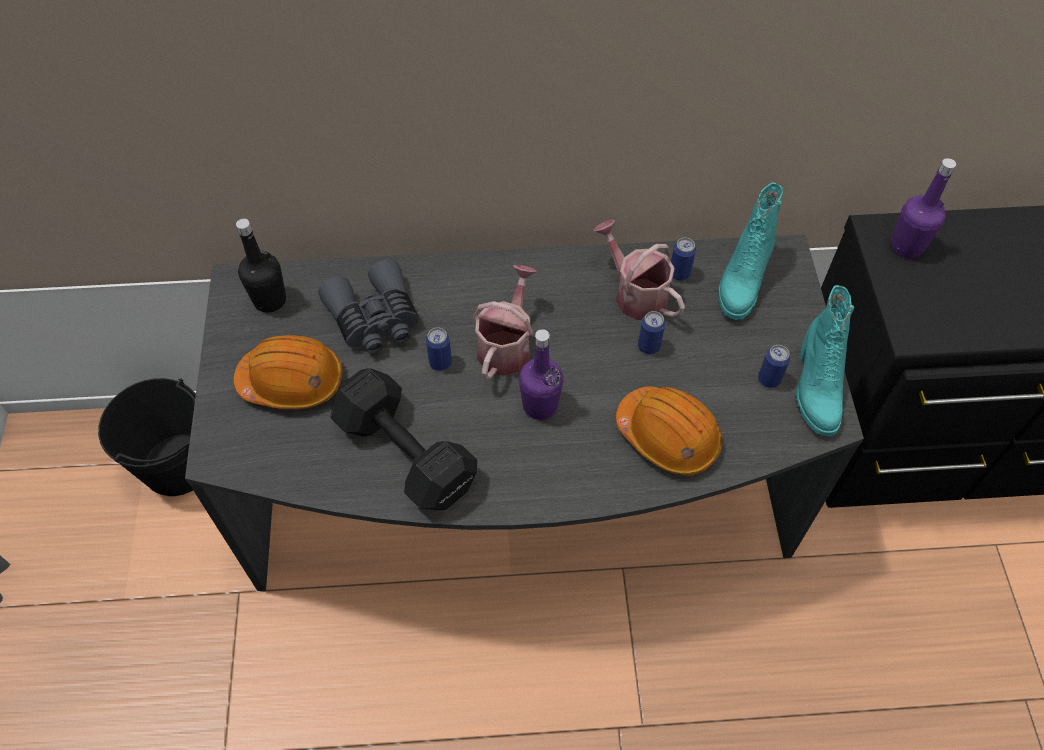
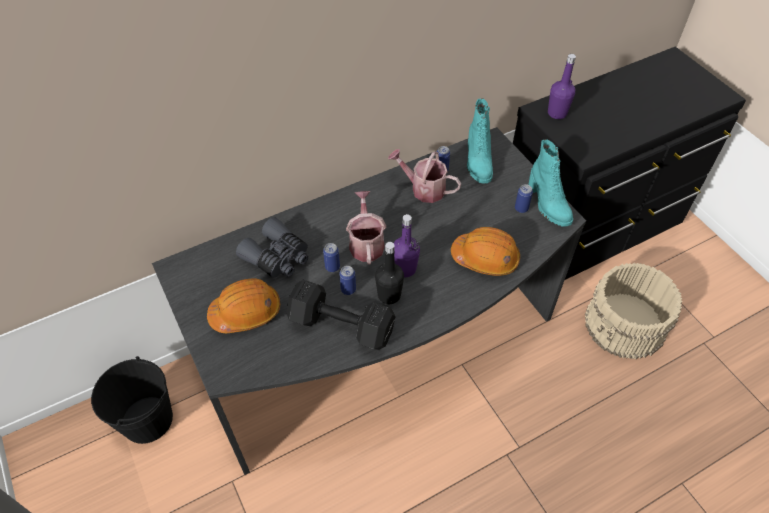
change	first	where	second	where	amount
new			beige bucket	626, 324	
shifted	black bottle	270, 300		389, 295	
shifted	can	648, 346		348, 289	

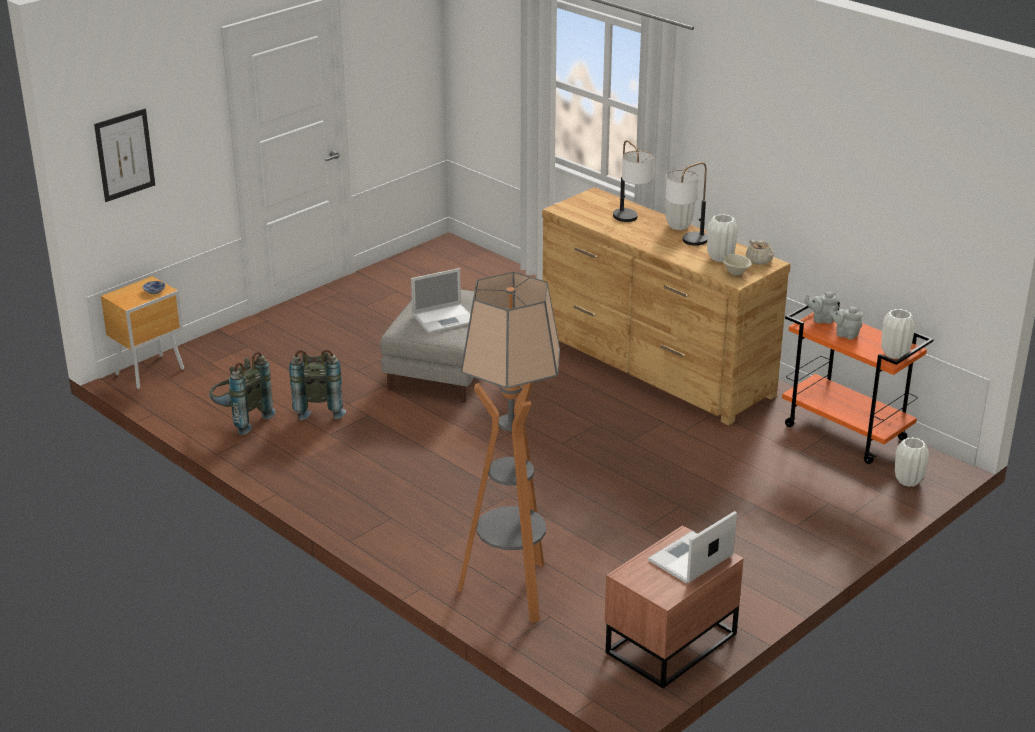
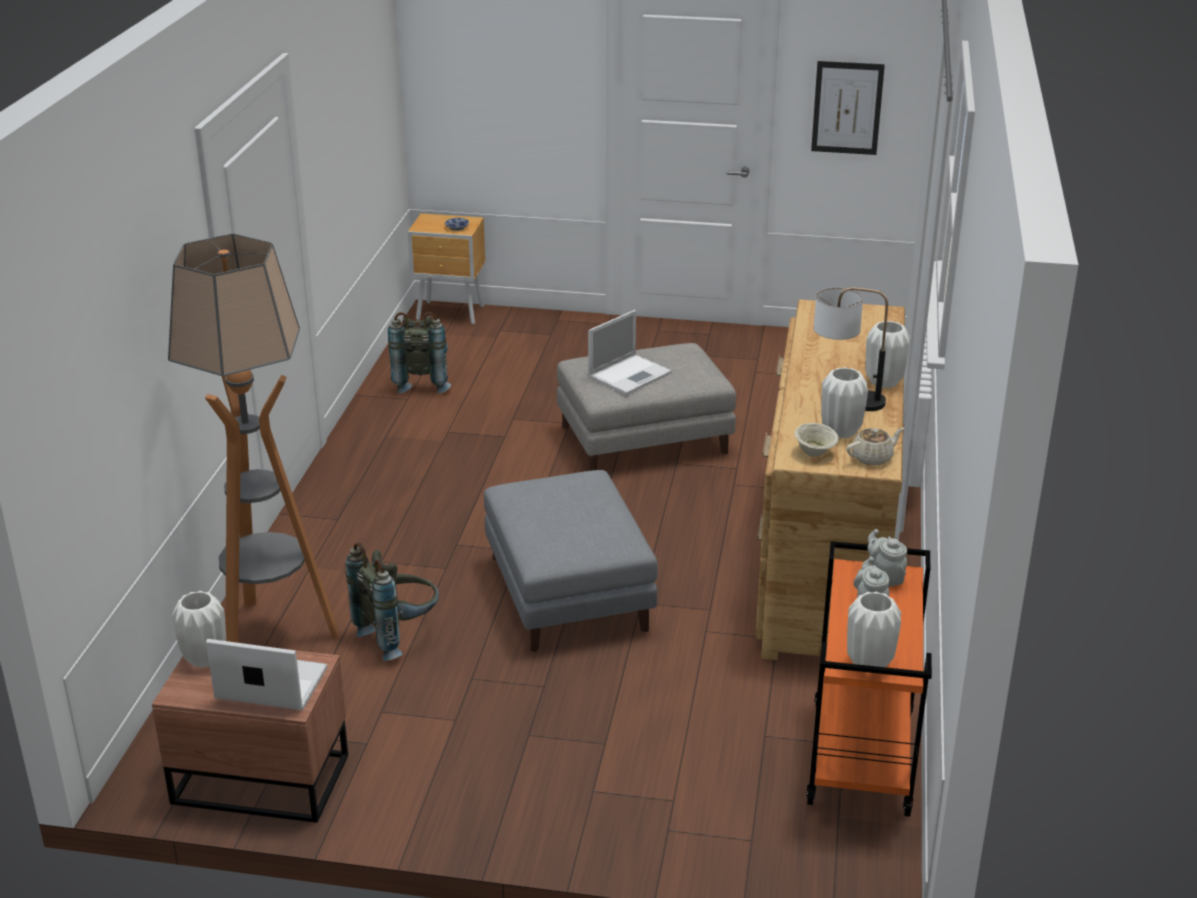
change	first	where	second	where	amount
gone	table lamp	631, 221			
new			grey ottoman	567, 593	
shifted	picture	124, 155		847, 108	
shifted	grey backpack	319, 408		398, 635	
shifted	white vase	908, 481		204, 659	
rotated	laptop	445, 318		630, 374	75 degrees counterclockwise
rotated	beige teapot	759, 261		873, 458	150 degrees counterclockwise

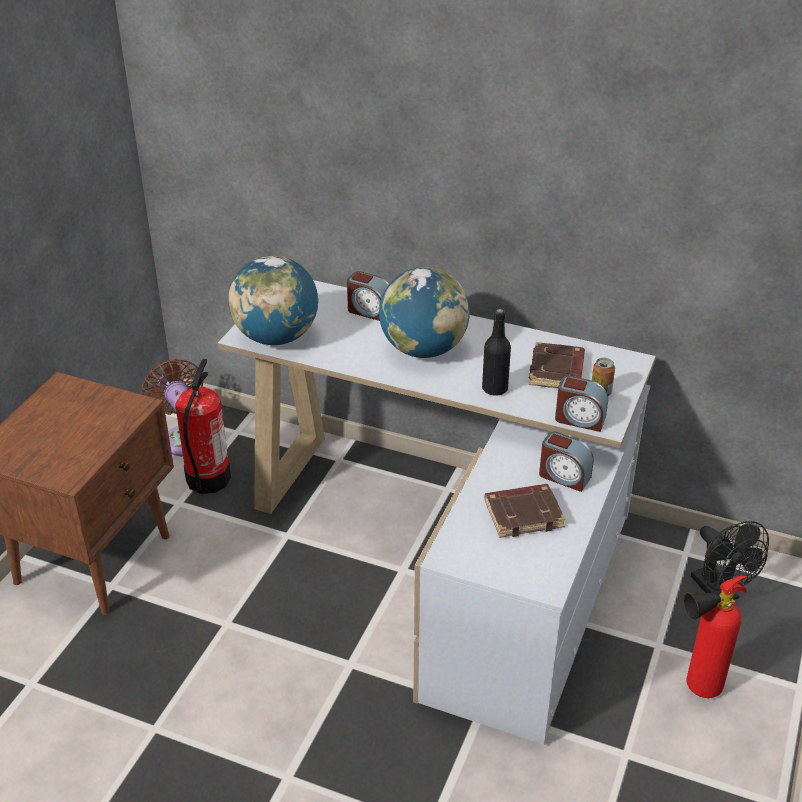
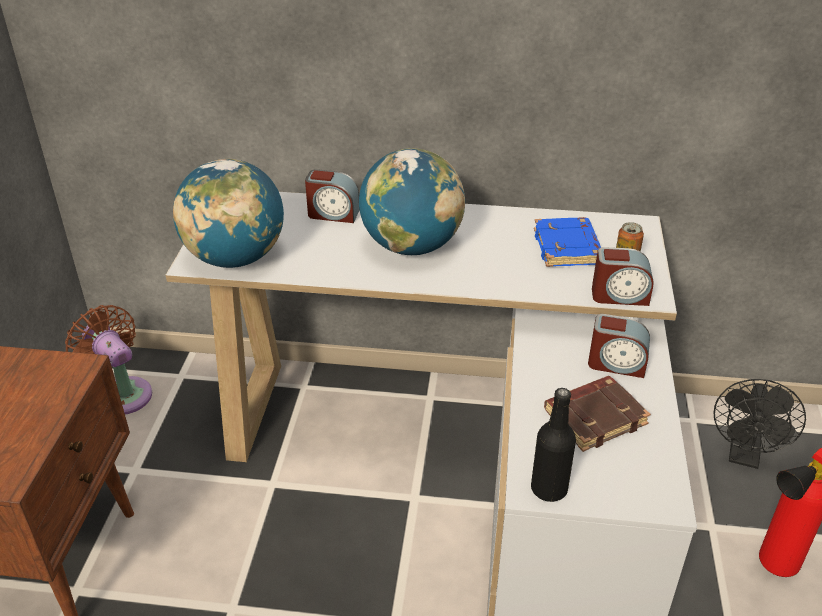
change	first	where	second	where	amount
gone	fire extinguisher	207, 479			
shifted	black bottle	494, 389		549, 489	
repainted	brown book	557, 372	blue book	568, 248	
rotated	black fan	720, 593		744, 455	60 degrees clockwise

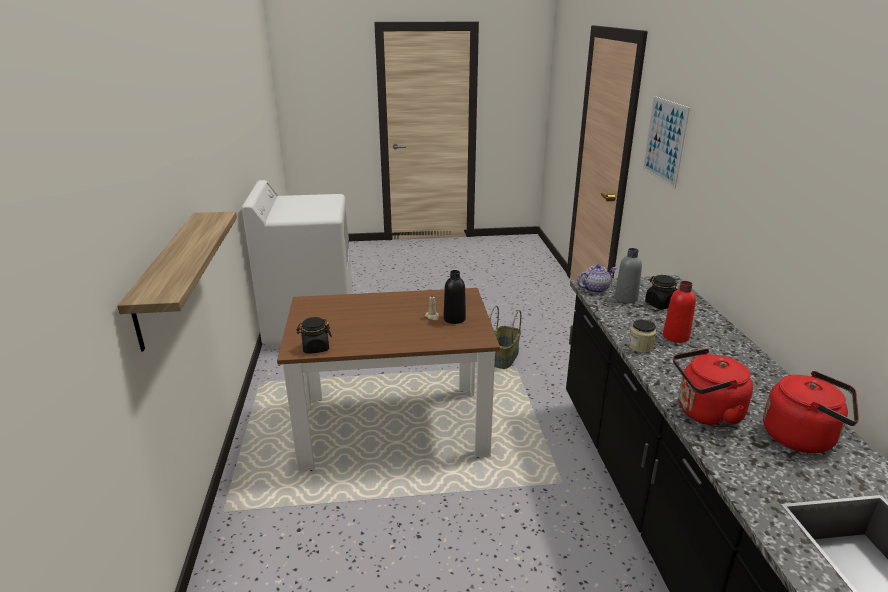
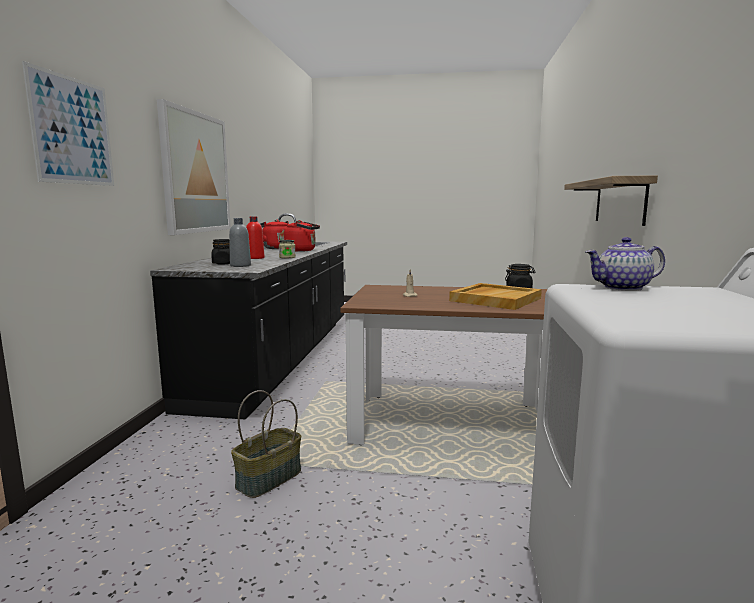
change	first	where	second	where	amount
gone	black bottle	454, 319			
new			picture	195, 173	
new			beige tray	495, 299	
shifted	teapot	595, 289		622, 288	

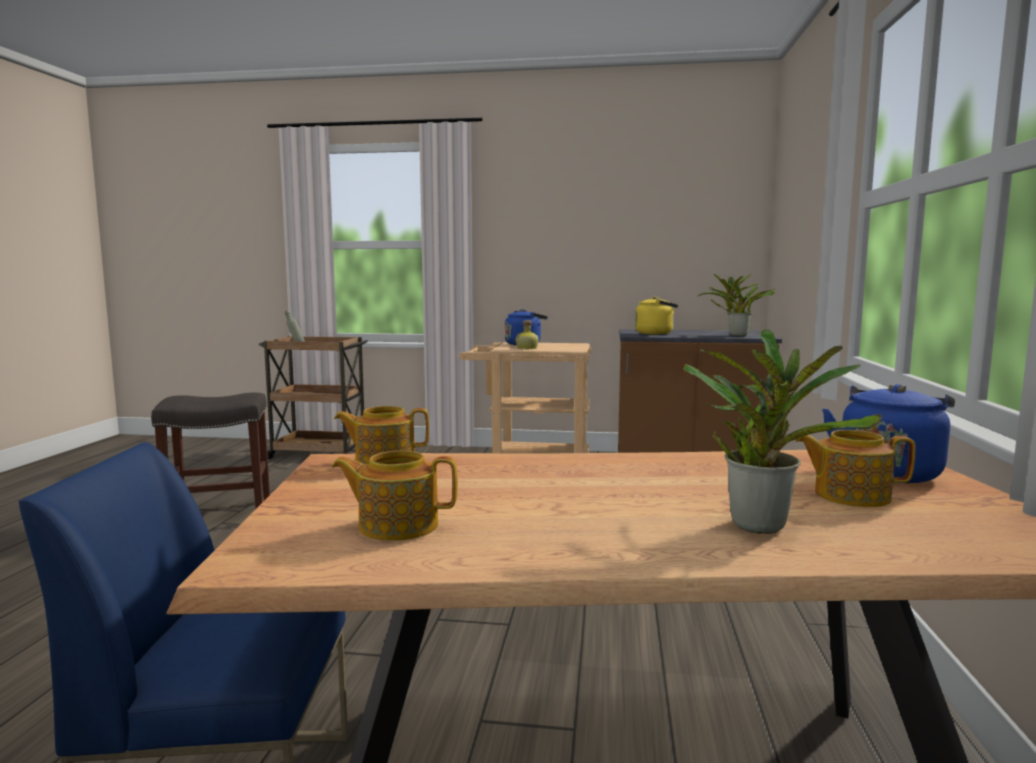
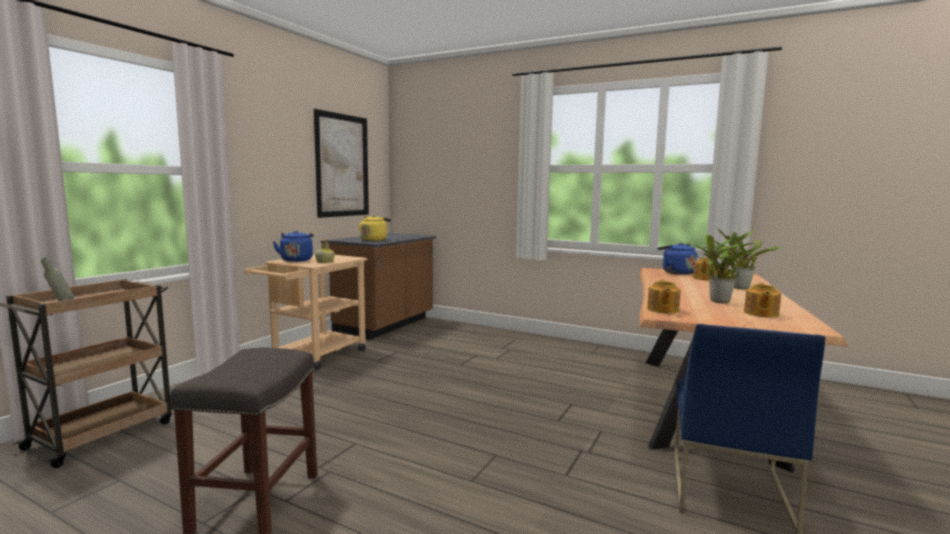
change	first	where	second	where	amount
new			picture	342, 165	
shifted	potted plant	735, 335		717, 301	

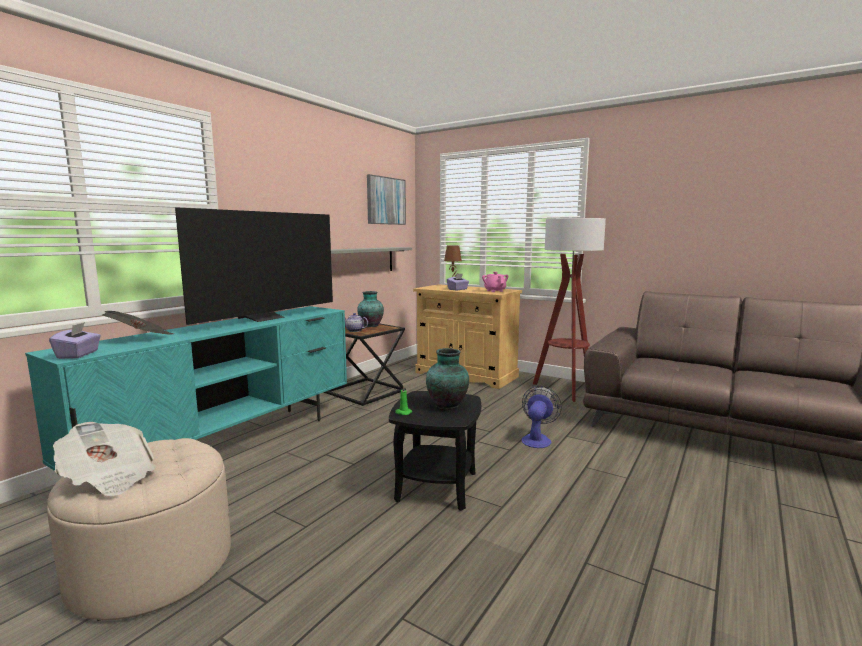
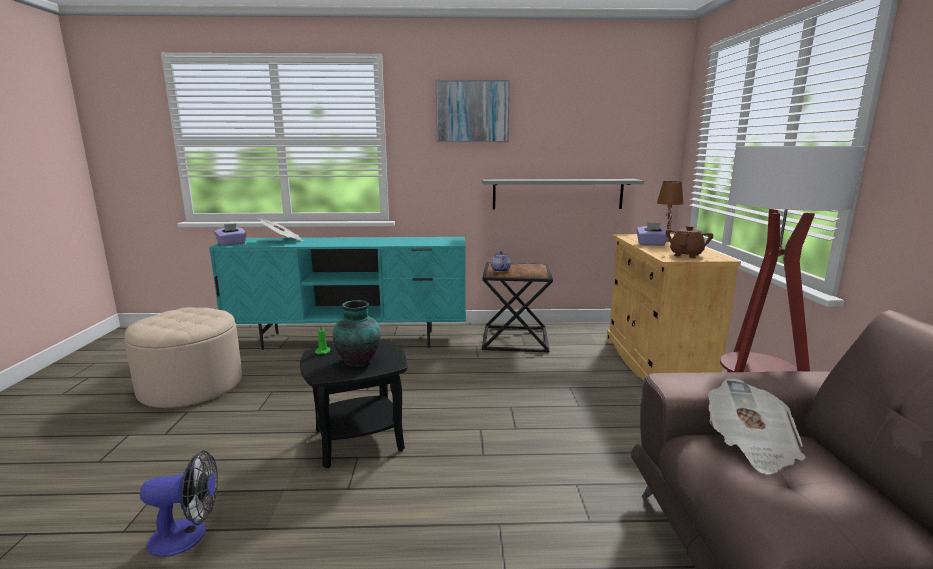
change	first	where	second	where	amount
gone	television	265, 318			
gone	vase	370, 326			
shifted	newspaper	109, 478		750, 446	
shifted	picture	385, 201		472, 111	
shifted	fan	537, 439		188, 536	
repainted	pink teapot	495, 291	brown teapot	686, 255	

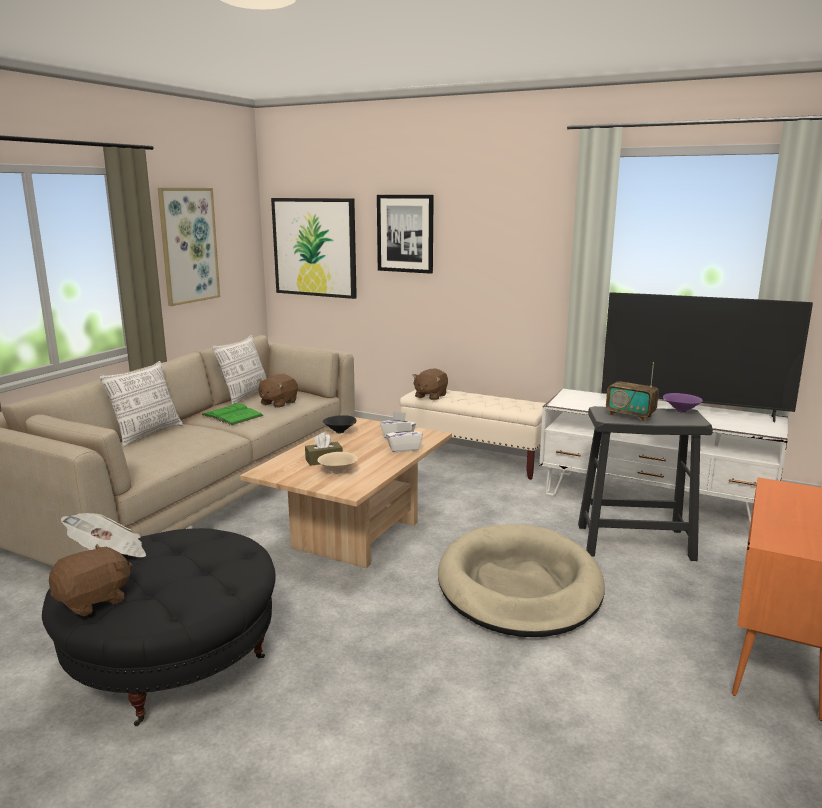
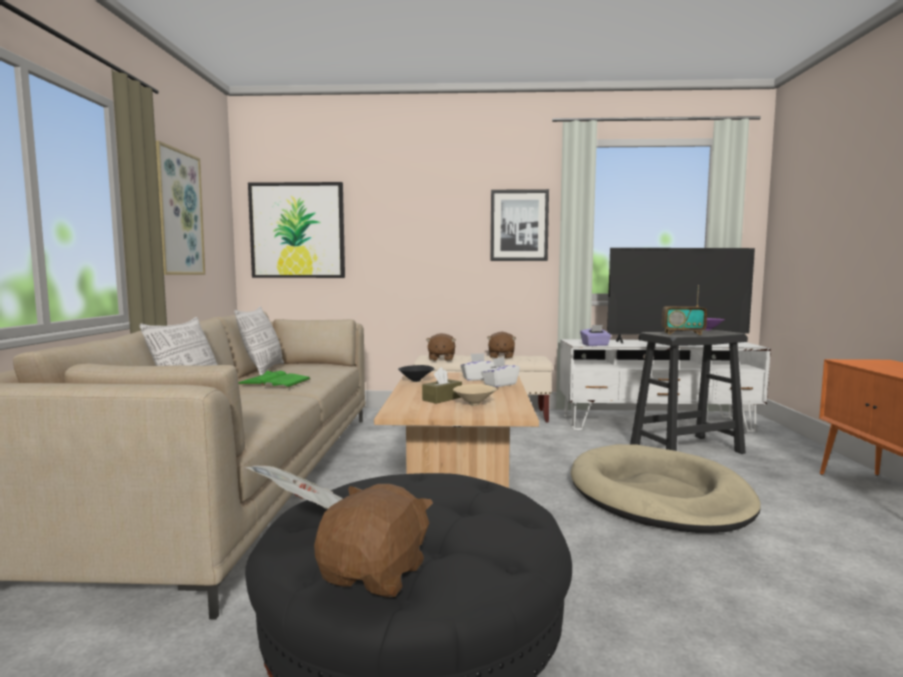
change	first	where	second	where	amount
new			purple tissue box	595, 345	
shifted	brown plush toy	278, 403		501, 356	
shifted	picture	405, 233		519, 225	

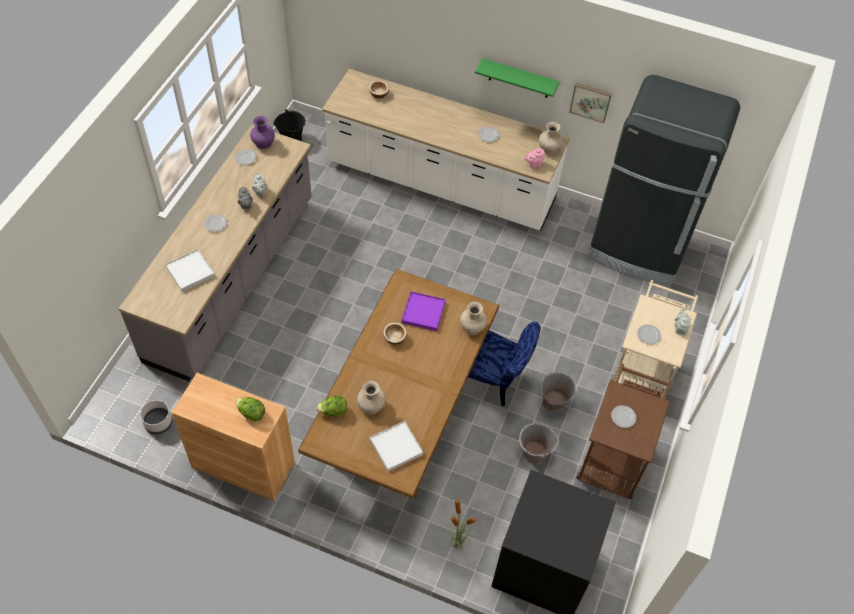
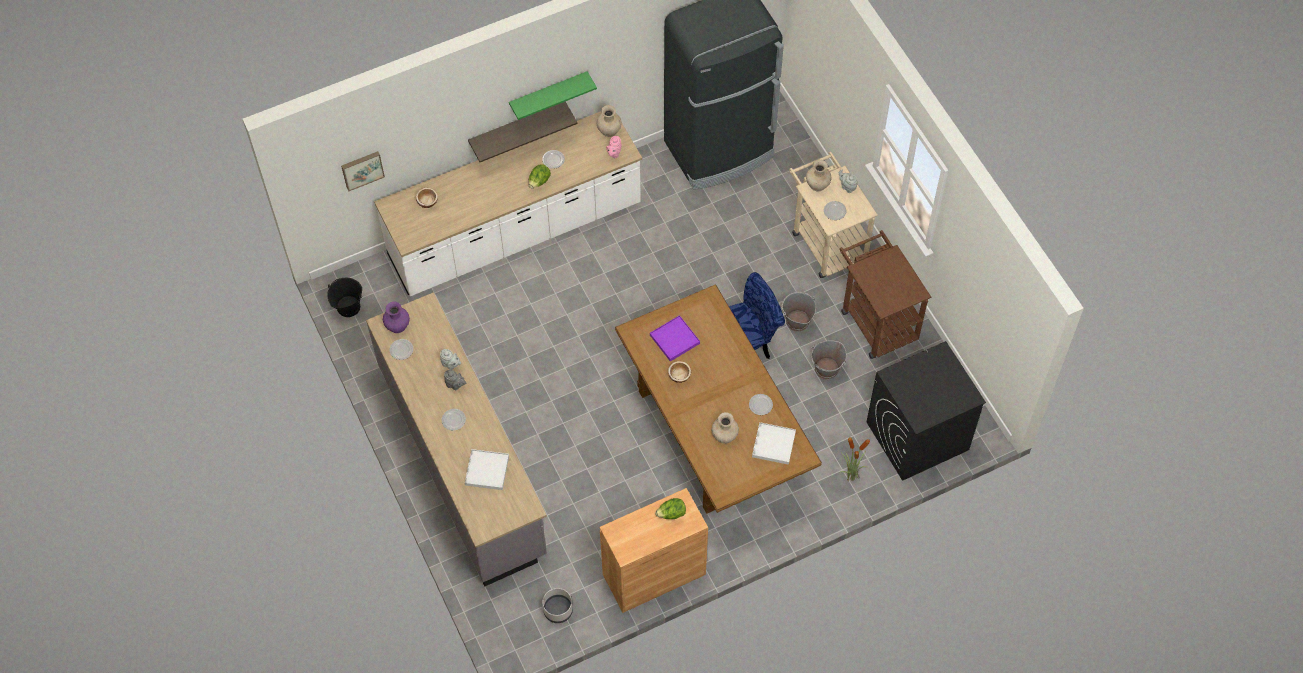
change	first	where	second	where	amount
new			shelf	517, 127	
shifted	lettuce	333, 411		539, 182	
shifted	beige vase	472, 328		817, 184	
shifted	picture	590, 101		362, 169	
shifted	plate	623, 417		760, 405	

